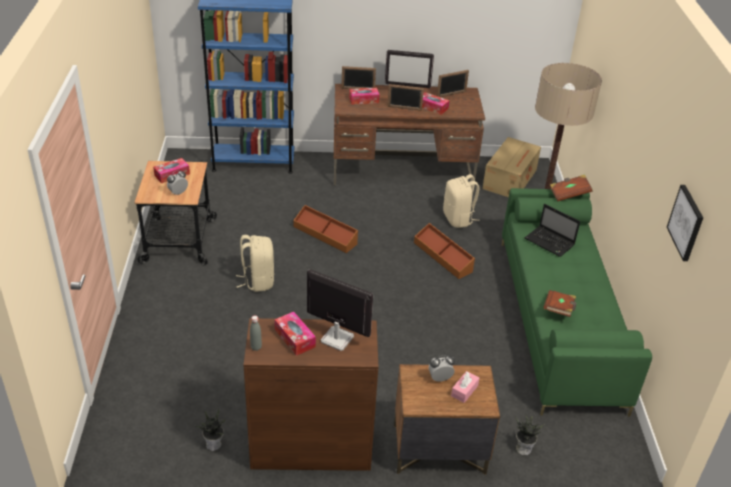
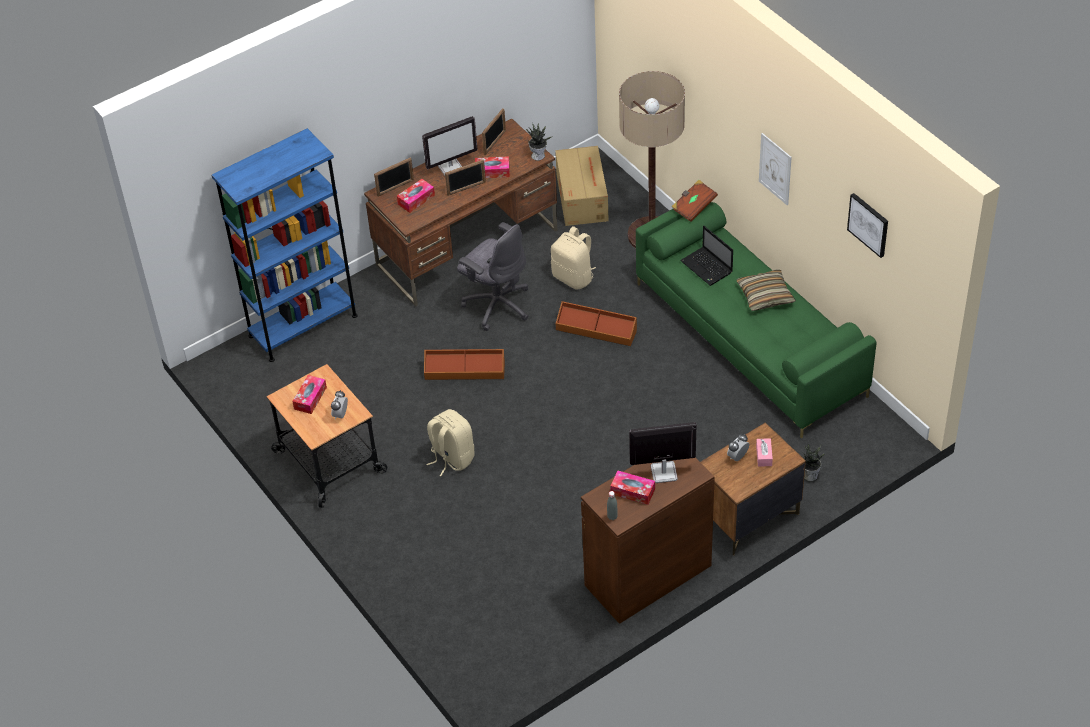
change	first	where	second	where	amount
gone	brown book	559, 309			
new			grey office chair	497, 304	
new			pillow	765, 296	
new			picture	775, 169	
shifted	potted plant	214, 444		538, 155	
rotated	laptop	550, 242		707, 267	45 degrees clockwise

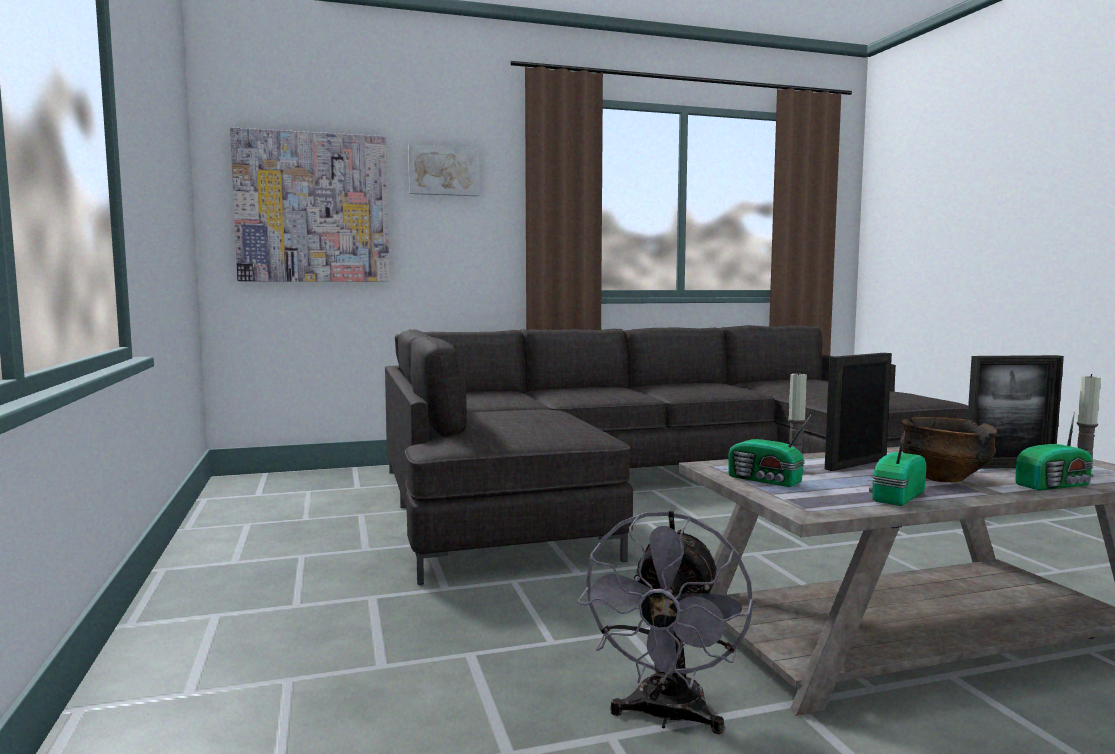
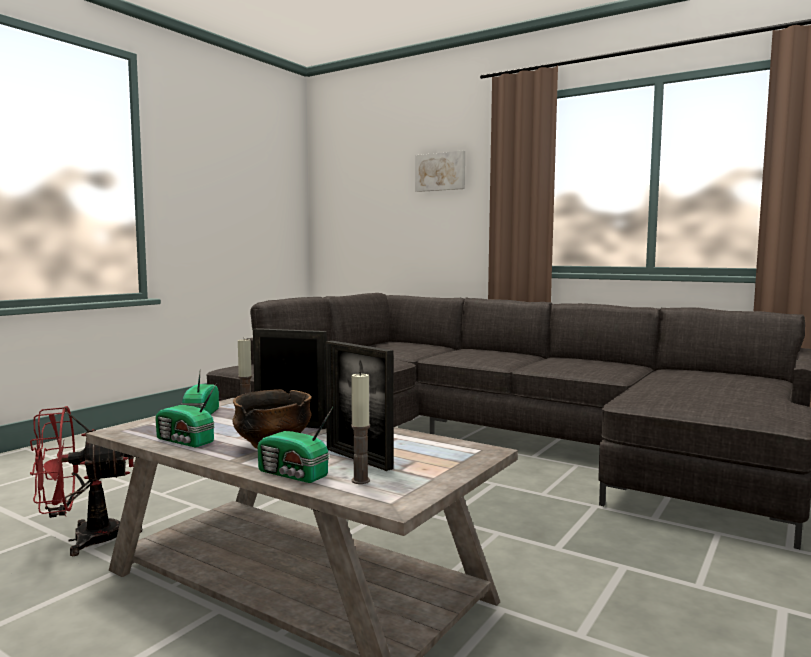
change	first	where	second	where	amount
gone	picture	312, 208			
repainted	grey fan	667, 717	red fan	84, 539	
rotated	radio	895, 497		185, 441	150 degrees counterclockwise

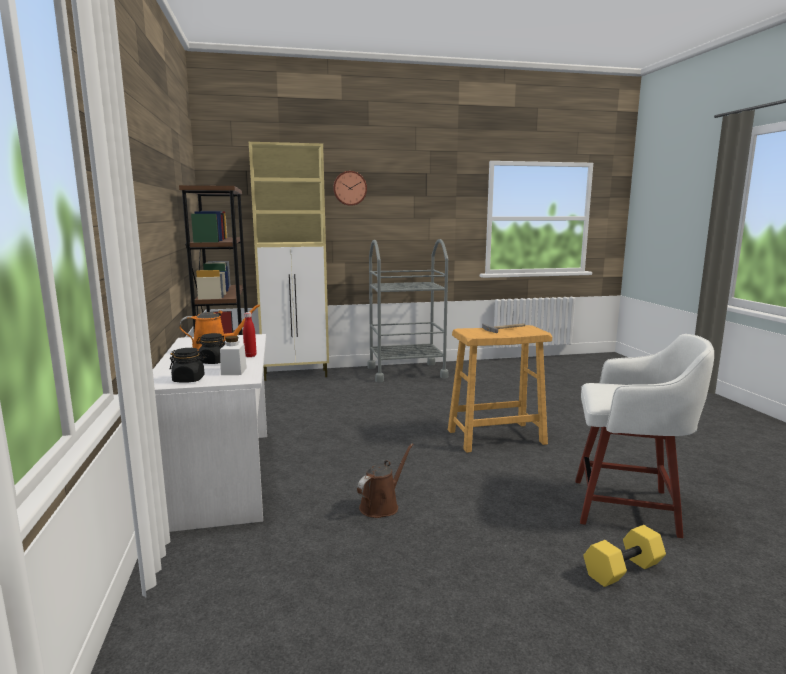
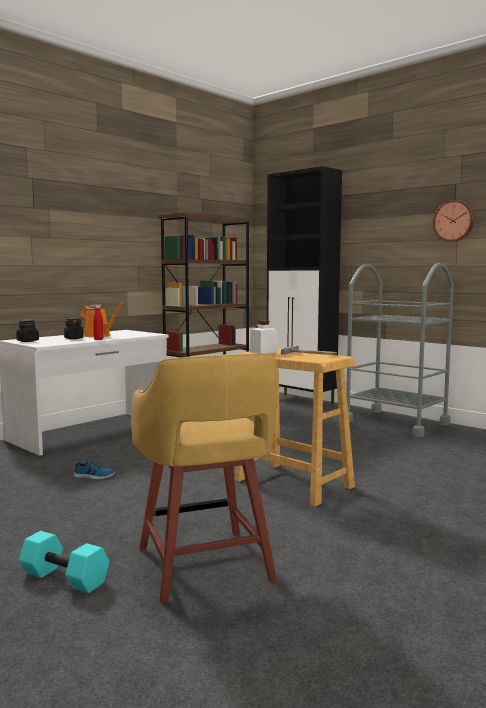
change	first	where	second	where	amount
shifted	white jar	234, 371		263, 352	
shifted	wall clock	349, 188		454, 221	
swapped	brown watering can	381, 505	shoe	94, 476	
repainted	beige cabinet	296, 375	black cabinet	301, 401	
repainted	white stool	629, 508	yellow stool	204, 566	
repainted	yellow dumbbell	622, 568	turquoise dumbbell	66, 577	

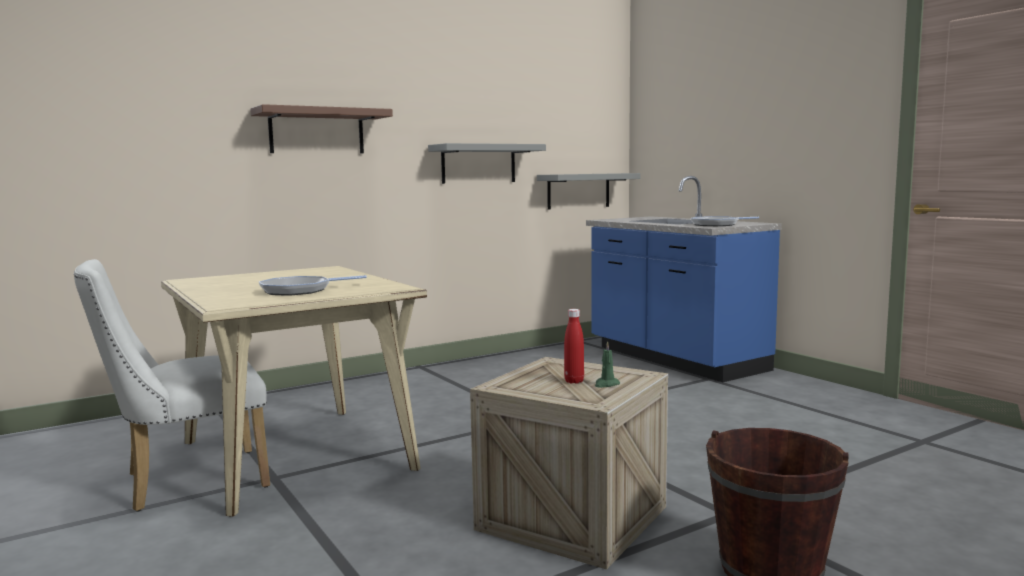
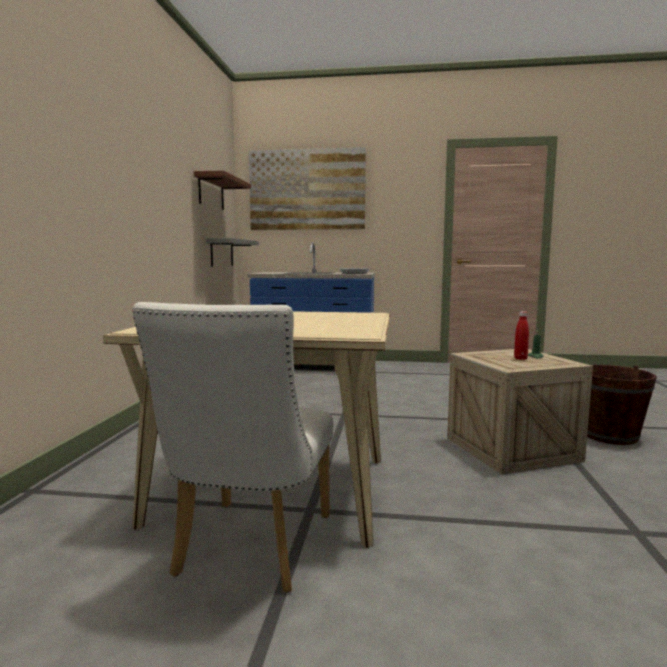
change	first	where	second	where	amount
gone	frying pan	300, 290			
gone	grey shelf	478, 164			
new			picture	307, 190	
shifted	brown shelf	317, 131		211, 192	

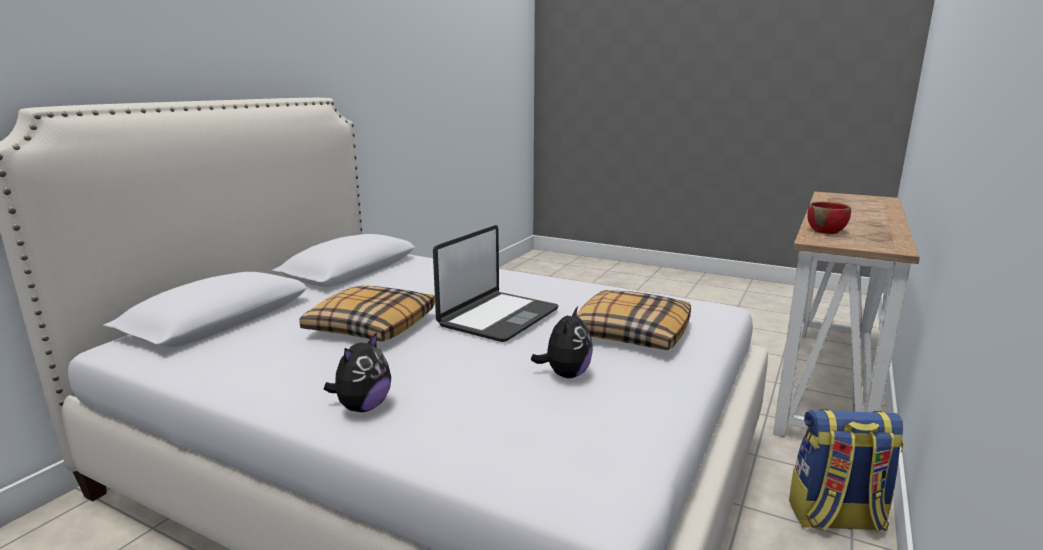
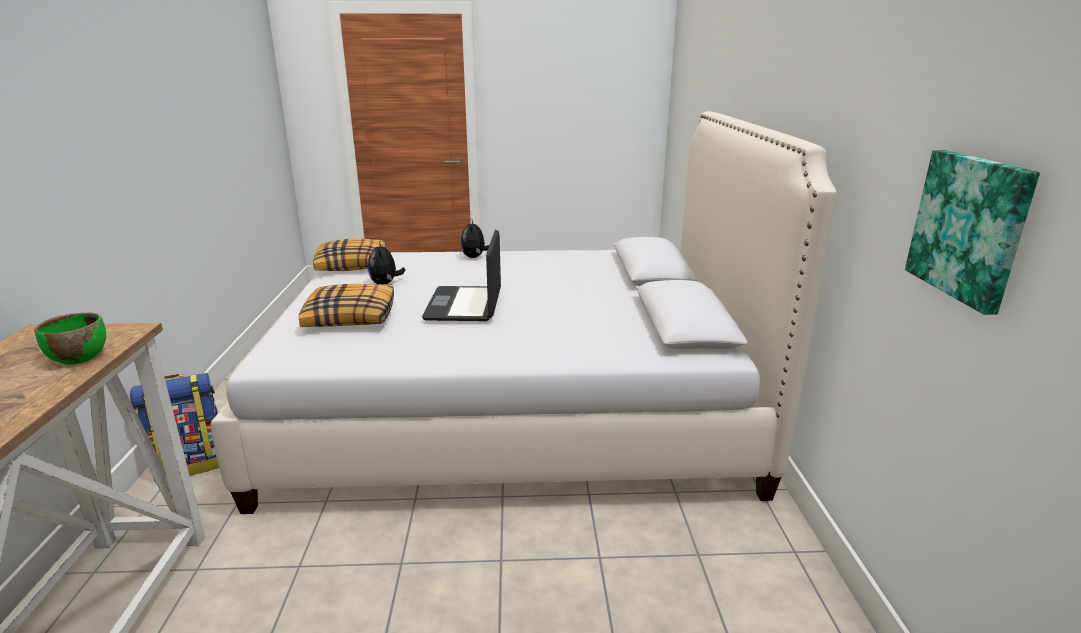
change	first	where	second	where	amount
new			picture	970, 227	
shifted	pillow	371, 326		352, 265	
repainted	red bowl	826, 231	green bowl	78, 357	

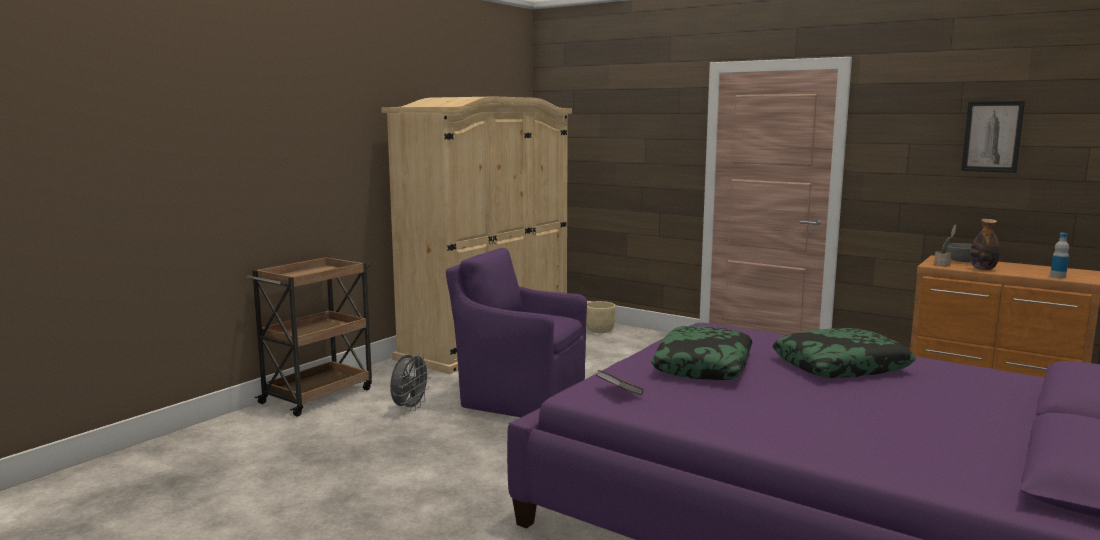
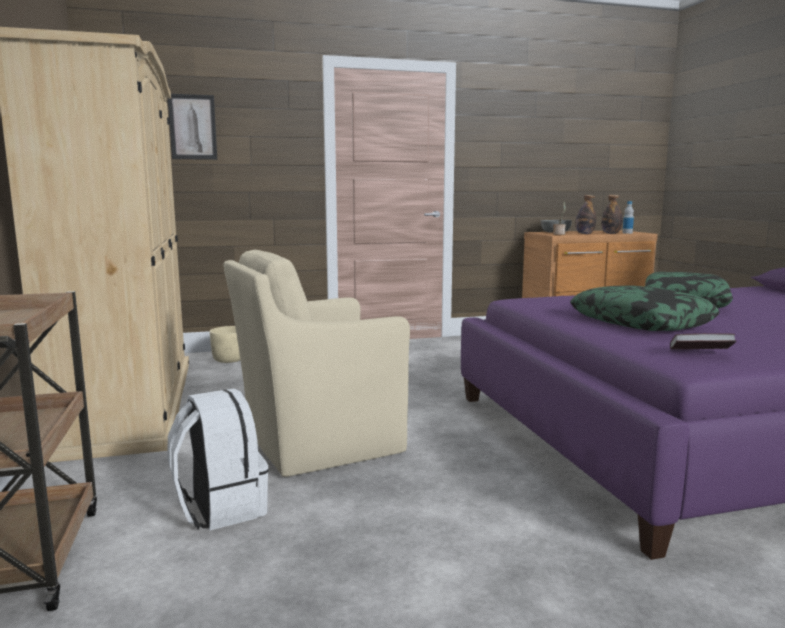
change	first	where	second	where	amount
new			bottle	611, 233	
shifted	picture	992, 136		193, 127	
swapped	grey fan	410, 408	white backpack	220, 508	
repainted	purple armchair	520, 398	beige armchair	318, 442	

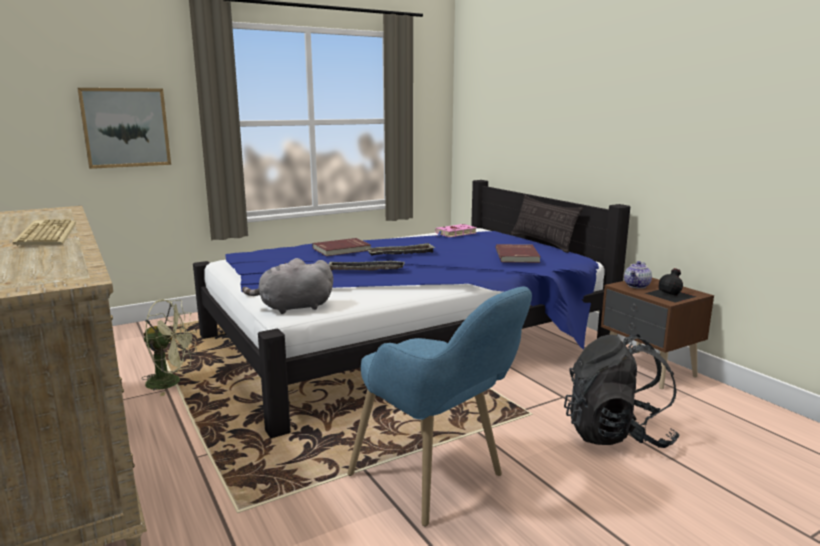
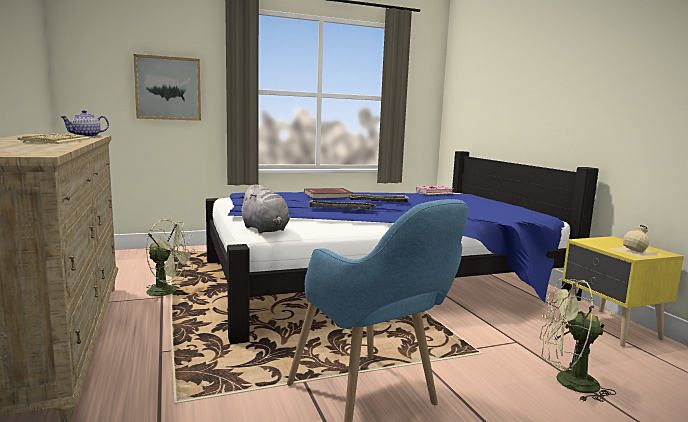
change	first	where	second	where	amount
gone	red book	518, 256			
gone	pillow	542, 242			
shifted	teapot	637, 286		86, 136	
swapped	black backpack	616, 435	green fan	567, 382	
repainted	brown nightstand	648, 370	yellow nightstand	610, 328	
repainted	black bottle	671, 295	beige bottle	636, 251	
rotated	grey plush toy	293, 308		265, 230	120 degrees counterclockwise

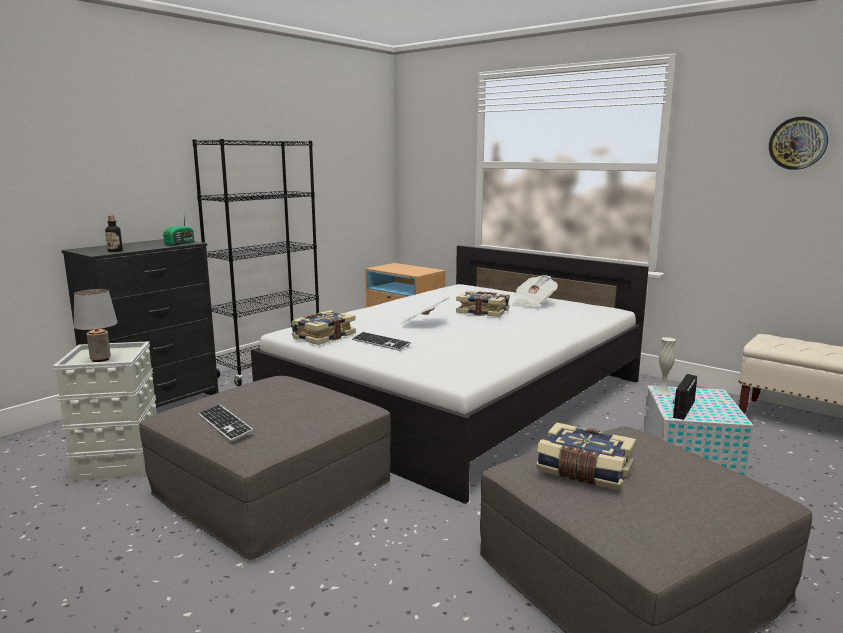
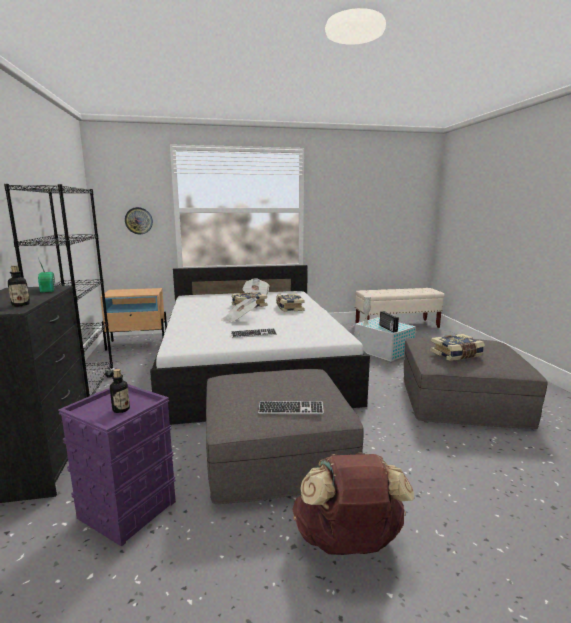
change	first	where	second	where	amount
new			brown backpack	348, 543	
shifted	book	323, 336		289, 308	
shifted	wall clock	798, 143		138, 220	
swapped	grey table lamp	101, 359	bottle	121, 409	
repainted	grey storage box	119, 462	purple storage box	127, 509	

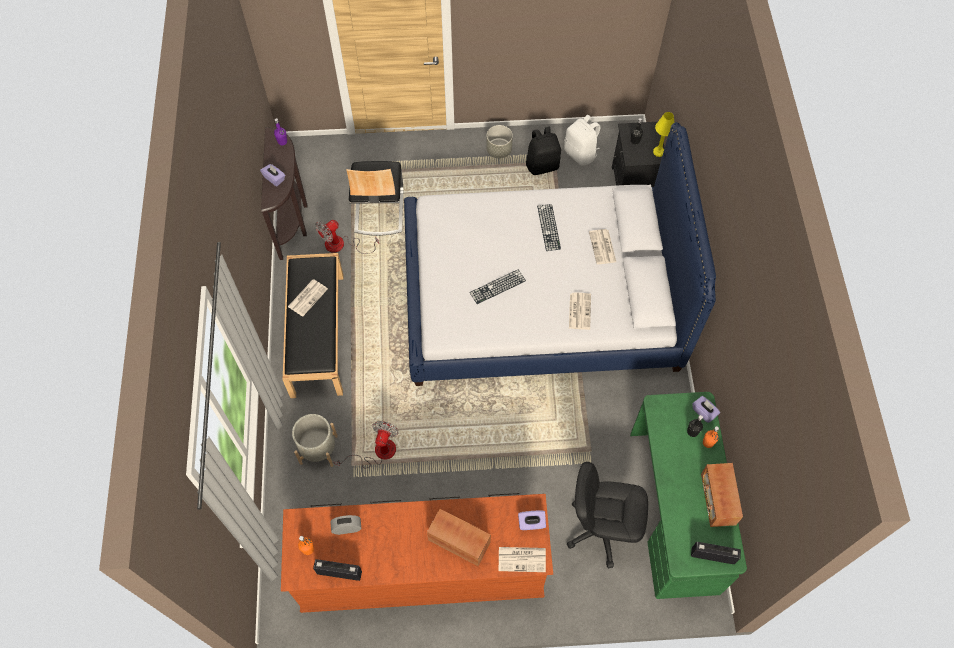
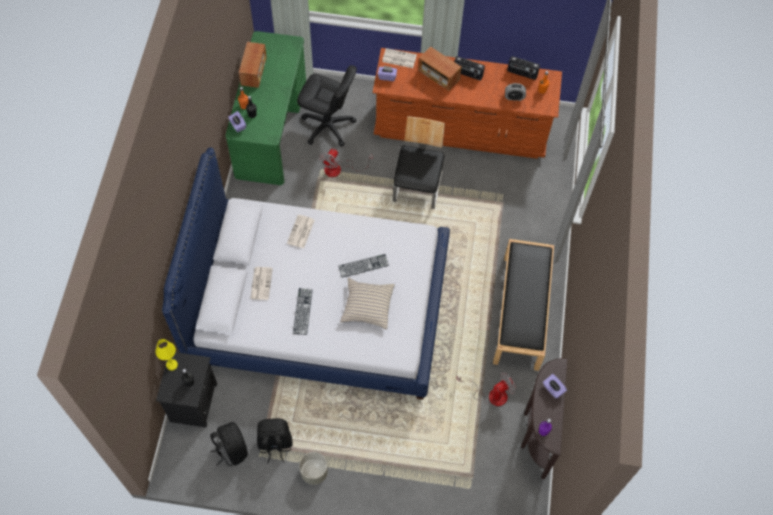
change	first	where	second	where	amount
gone	newspaper	308, 297			
gone	grey planter	318, 449			
new			beige pillow	367, 306	
shifted	fan	377, 452		339, 169	
shifted	chair	378, 210		418, 187	
shifted	radio	712, 555		467, 74	
repainted	white backpack	581, 154	black backpack	231, 450	

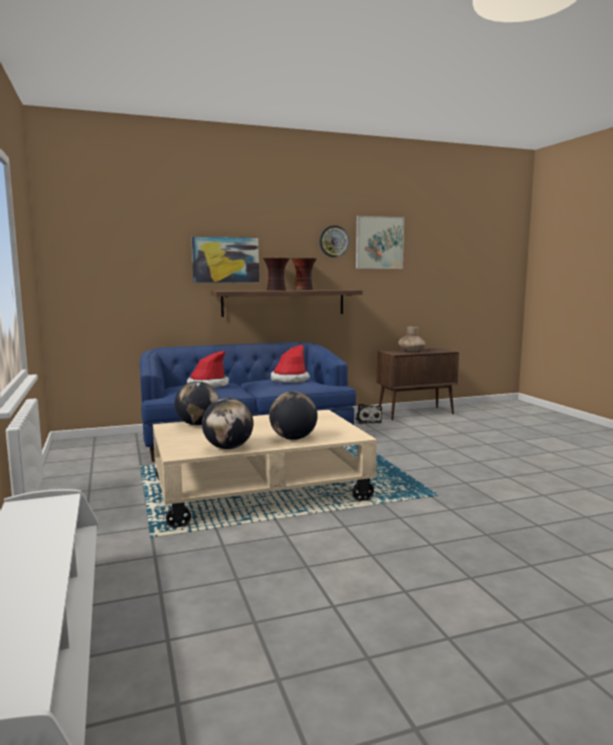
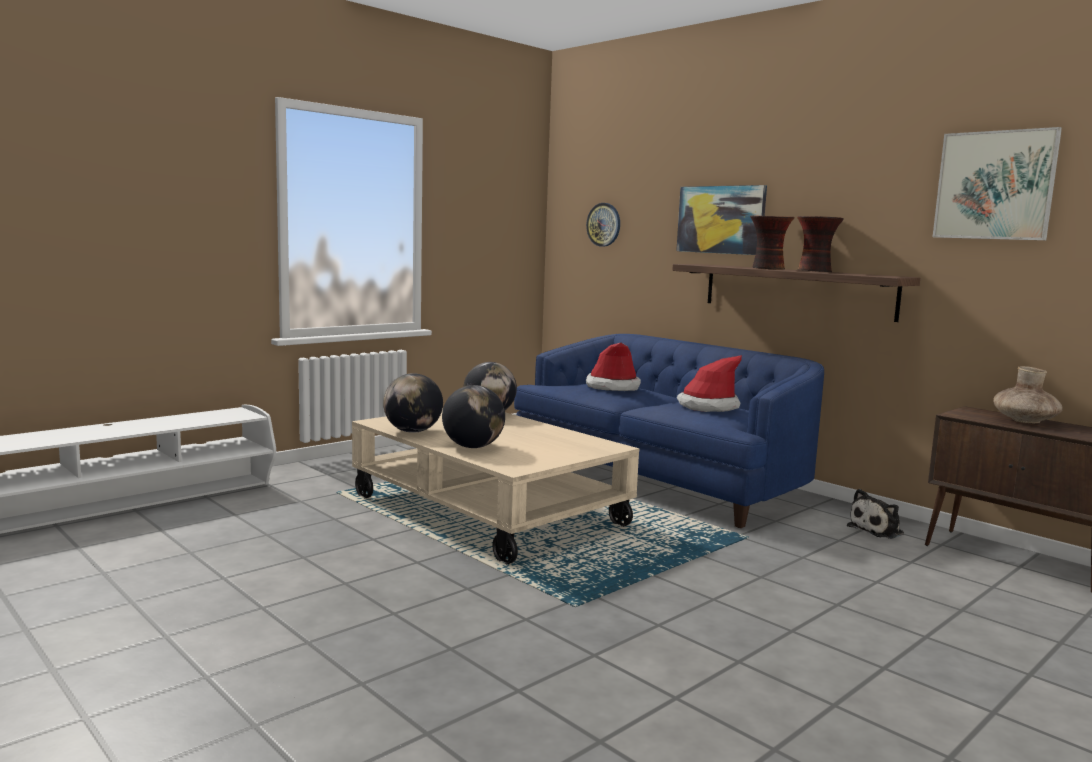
change	first	where	second	where	amount
shifted	wall clock	333, 241		604, 224	

